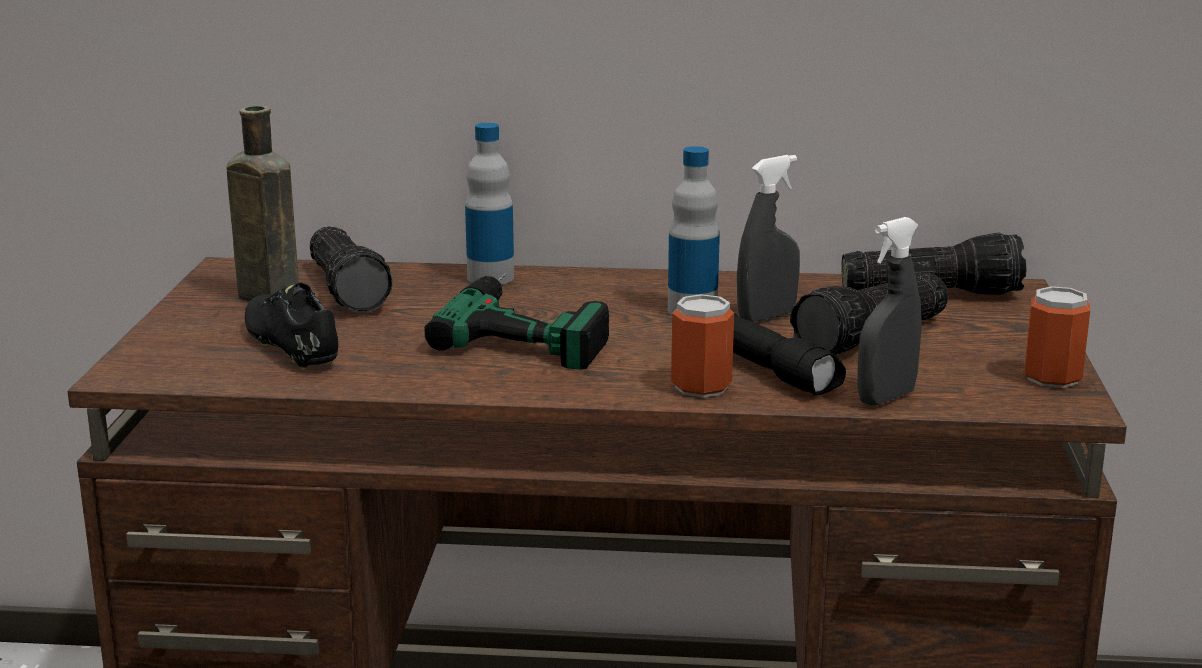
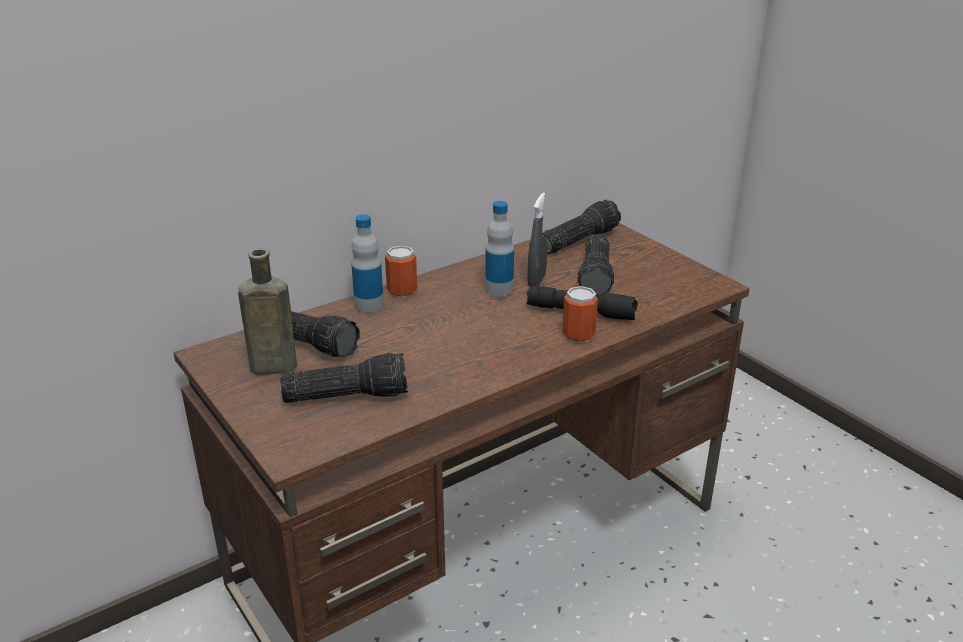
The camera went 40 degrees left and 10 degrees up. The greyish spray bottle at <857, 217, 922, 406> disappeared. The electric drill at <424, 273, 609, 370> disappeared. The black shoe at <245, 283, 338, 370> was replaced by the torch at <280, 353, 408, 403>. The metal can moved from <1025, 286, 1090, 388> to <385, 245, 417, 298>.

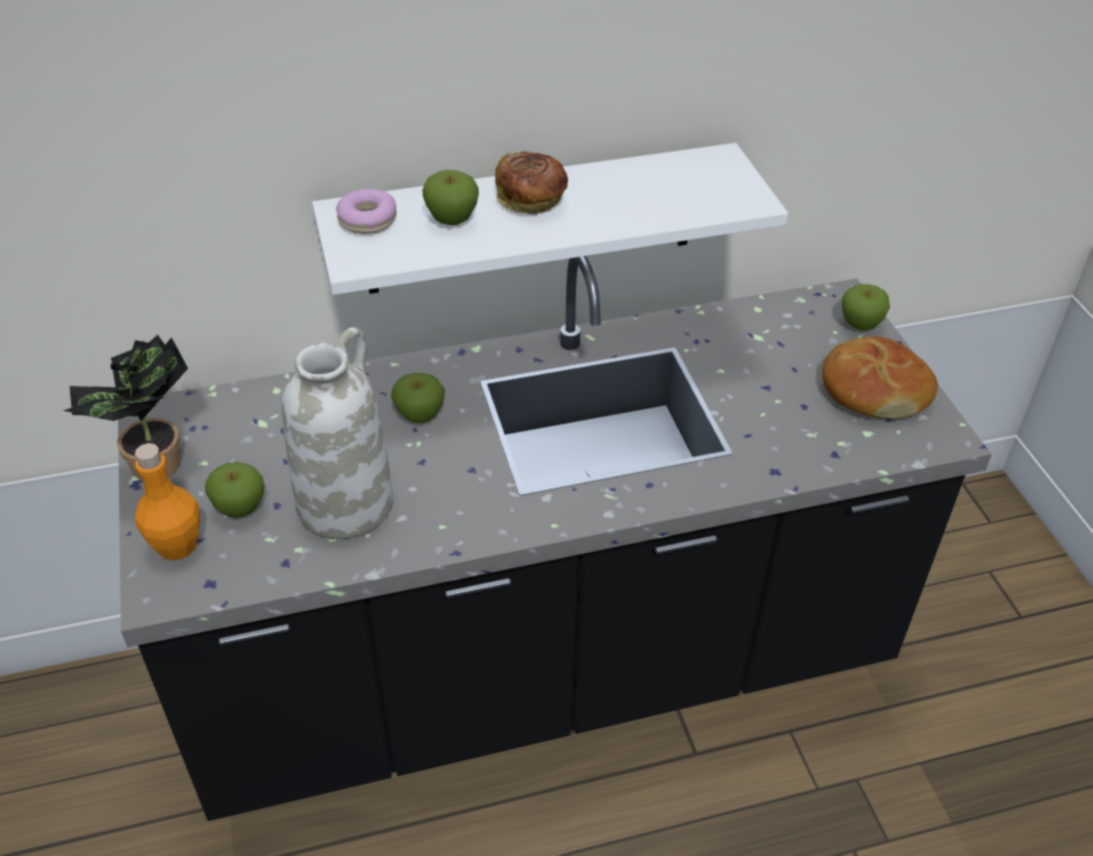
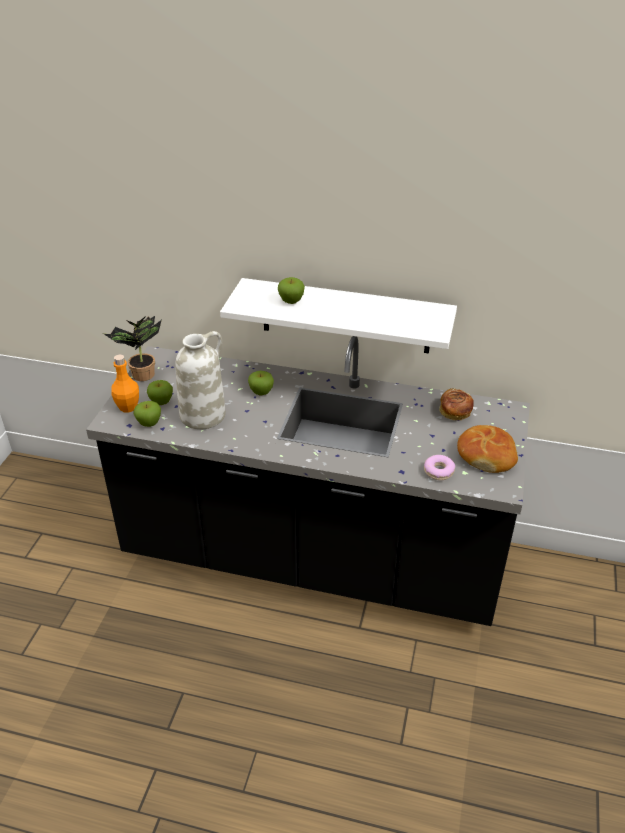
The camera went 30 degrees right and 5 degrees down. The bread moved from <495, 151, 568, 214> to <439, 388, 474, 420>. The doughnut moved from <336, 189, 397, 234> to <424, 455, 455, 480>. The apple fruit moved from <842, 284, 890, 330> to <133, 401, 161, 427>.

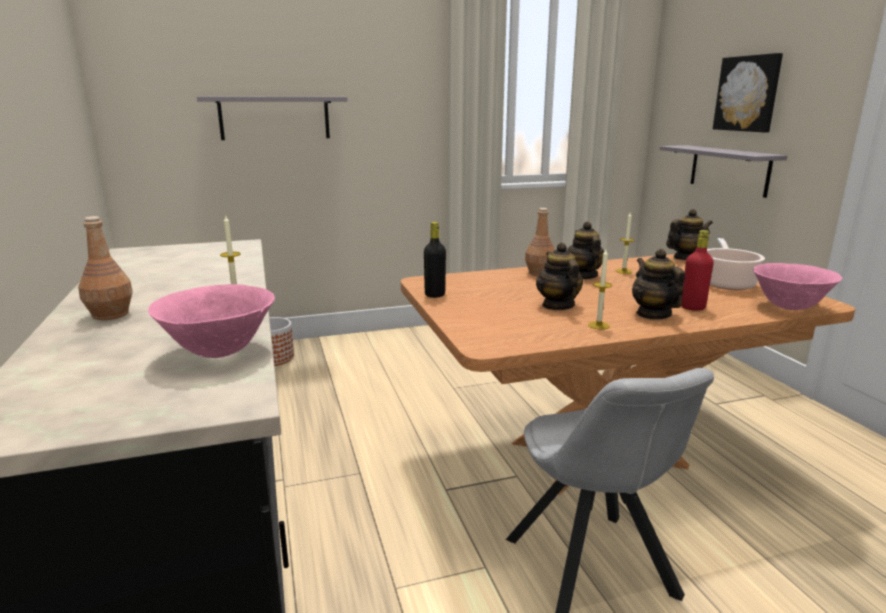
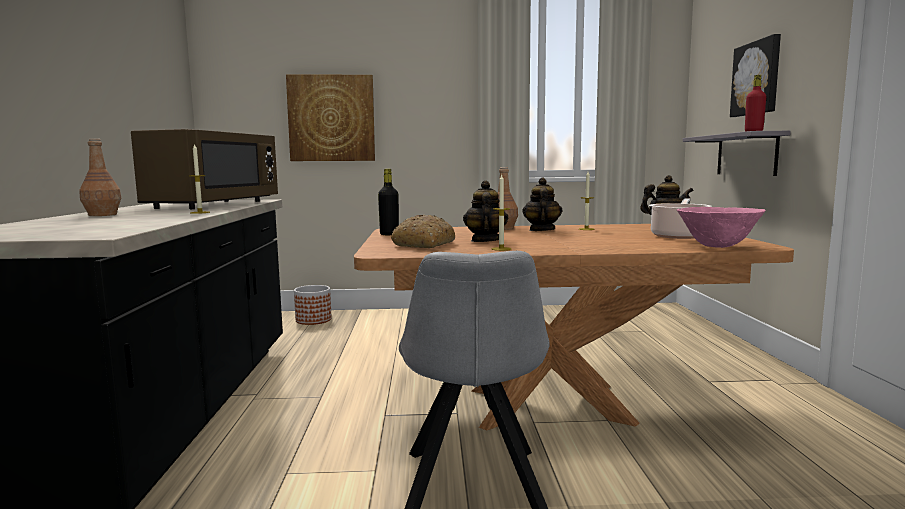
The camera went 15 degrees right and 10 degrees down. The greyish shelf at <197, 96, 347, 140> was replaced by the picture at <286, 75, 375, 161>. The reddish drink bottle moved from <681, 230, 714, 311> to <745, 75, 766, 132>. The pot for tea at <632, 249, 685, 320> disappeared. The pinkish bowl at <148, 284, 275, 358> disappeared. The brown-coloured microwave at <131, 129, 278, 209> appeared. The bread at <391, 215, 455, 248> appeared.

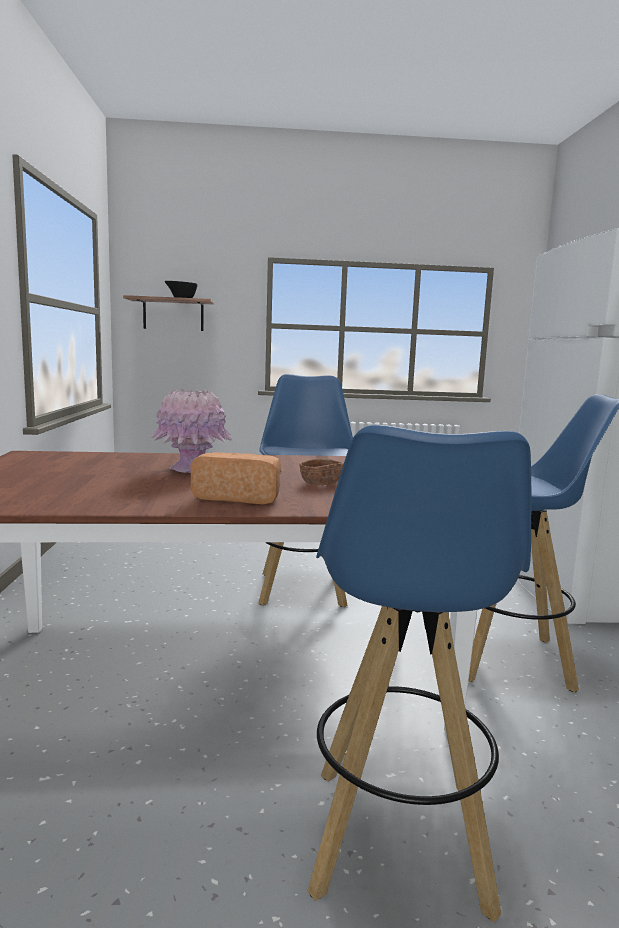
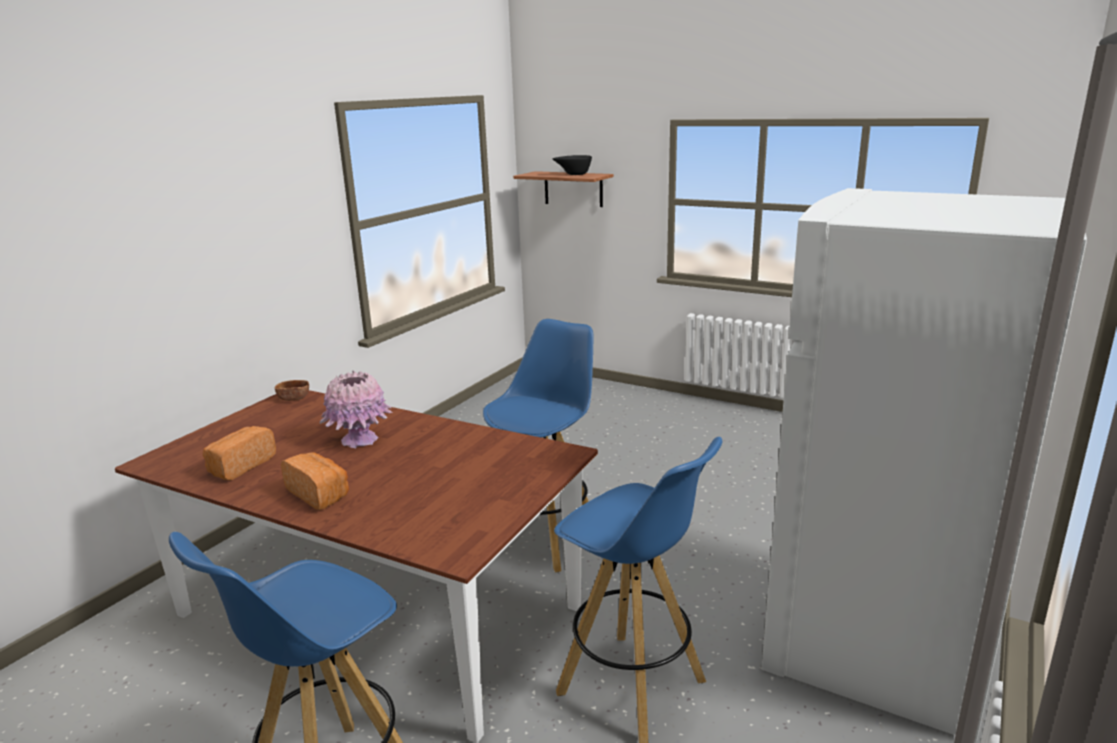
The camera went 35 degrees right and 10 degrees up. The brown-coloured bowl moved from <300, 459, 344, 485> to <275, 380, 309, 401>. The bread at <203, 426, 276, 480> appeared.

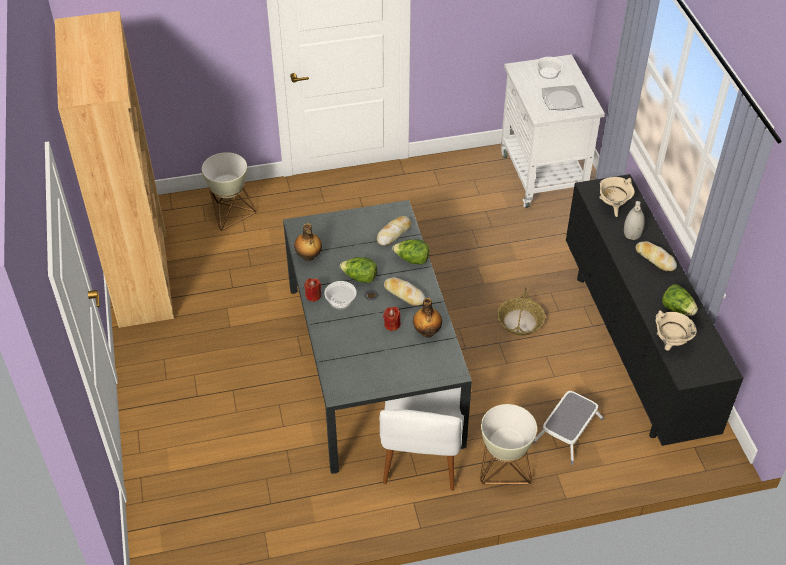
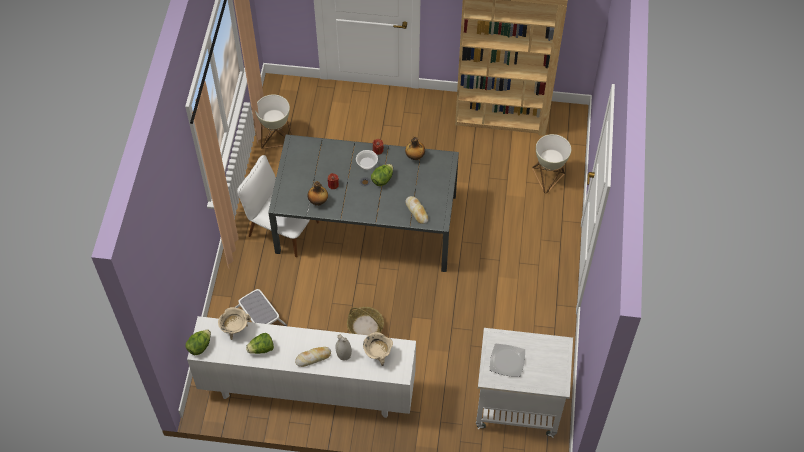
The camera went 110 degrees right and 10 degrees up. The bowl at <536, 57, 563, 79> disappeared. The black cupboard at <566, 174, 743, 446> became the whitish cupboard at <187, 316, 416, 418>. The head of lettuce moved from <392, 239, 430, 265> to <186, 330, 211, 355>. The bread at <384, 277, 425, 306> disappeared. The planter moved from <480, 404, 537, 484> to <255, 95, 292, 149>.

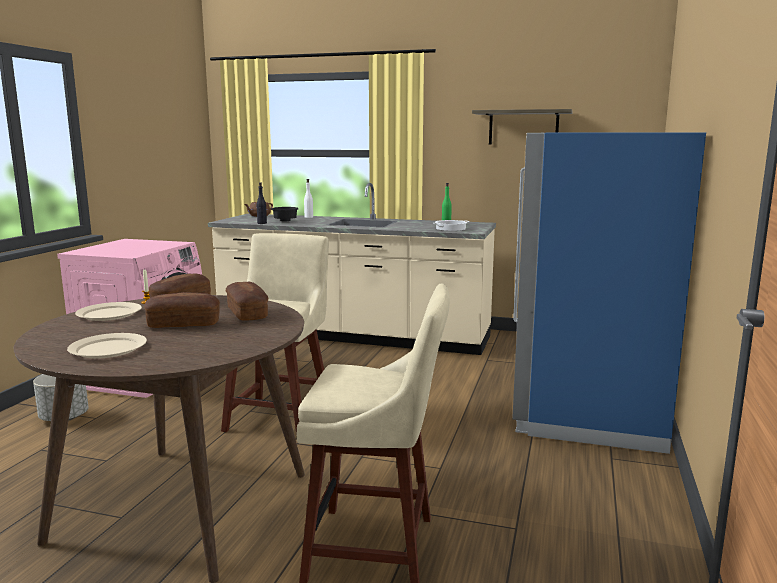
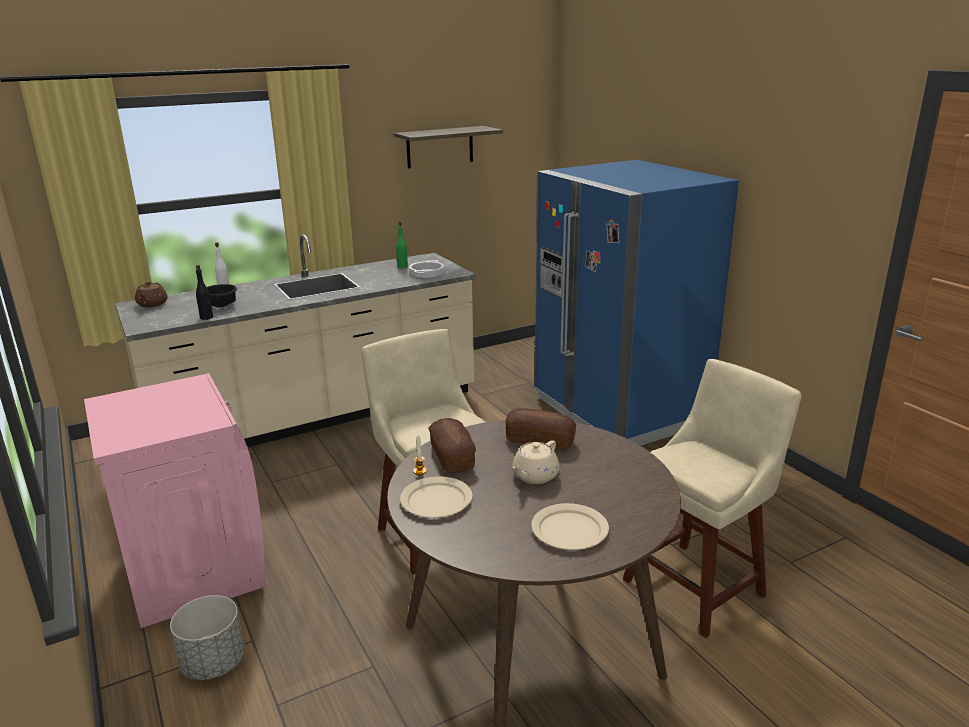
The camera went 45 degrees left and 10 degrees up. The bread at <144, 292, 220, 328> was replaced by the beige pot for tea at <512, 440, 559, 484>.

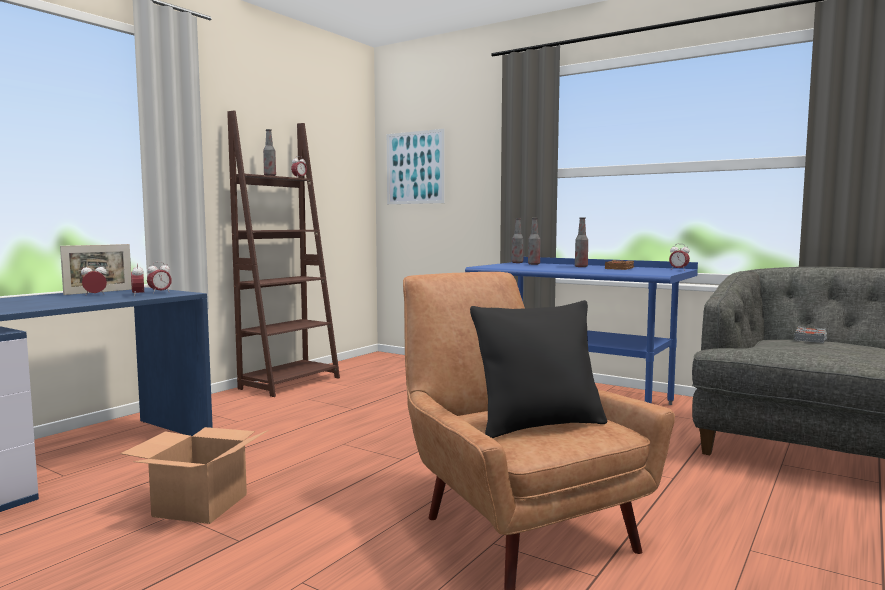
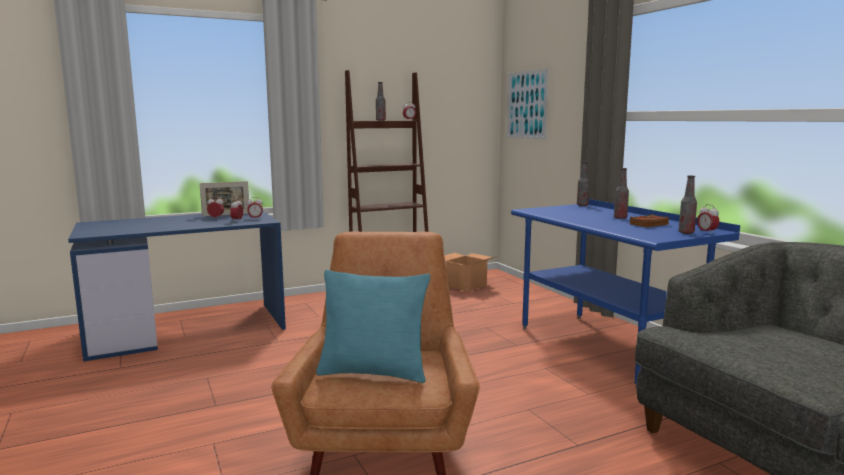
The camera went 30 degrees right and 5 degrees up. The drink bottle moved from <528, 218, 540, 265> to <678, 176, 697, 234>. The black cushion at <470, 300, 607, 438> became the turquoise cushion at <316, 270, 430, 383>. The greyish volume at <794, 327, 827, 343> disappeared. The packing box moved from <120, 427, 268, 524> to <444, 253, 497, 292>.

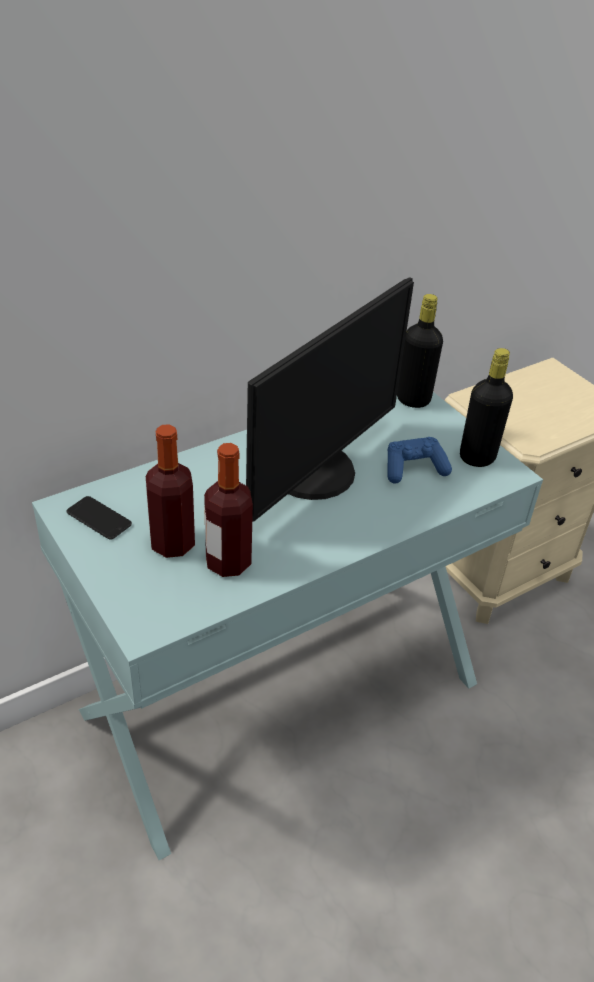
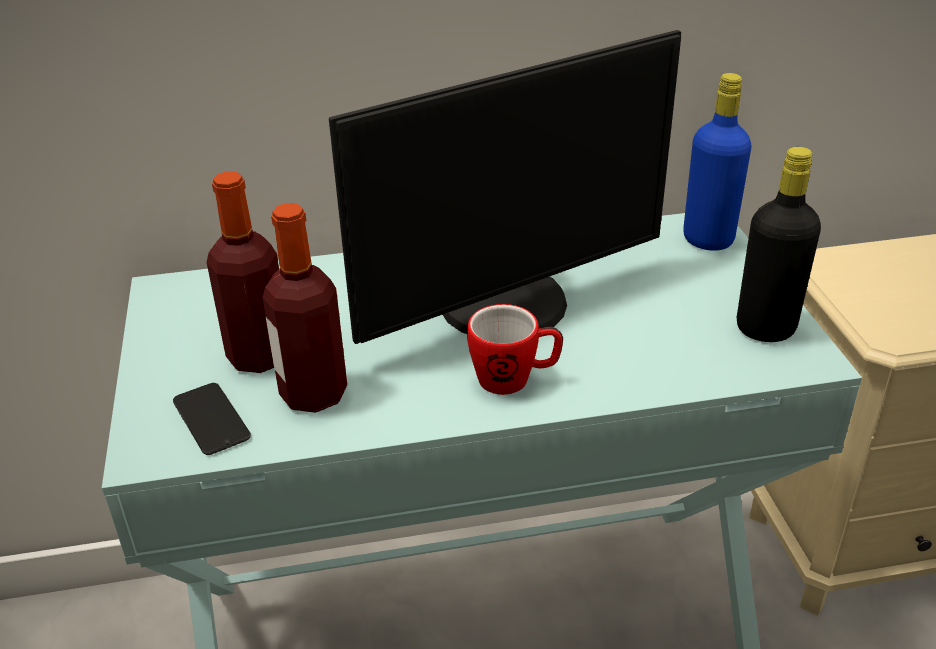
The camera went 25 degrees right and 5 degrees down. The black drink bottle at <397, 294, 443, 408> became the blue drink bottle at <683, 73, 751, 251>. The blue gamepad at <388, 437, 452, 484> disappeared. The phone moved from <67, 496, 132, 540> to <173, 383, 251, 455>. The mug at <467, 304, 563, 395> appeared.

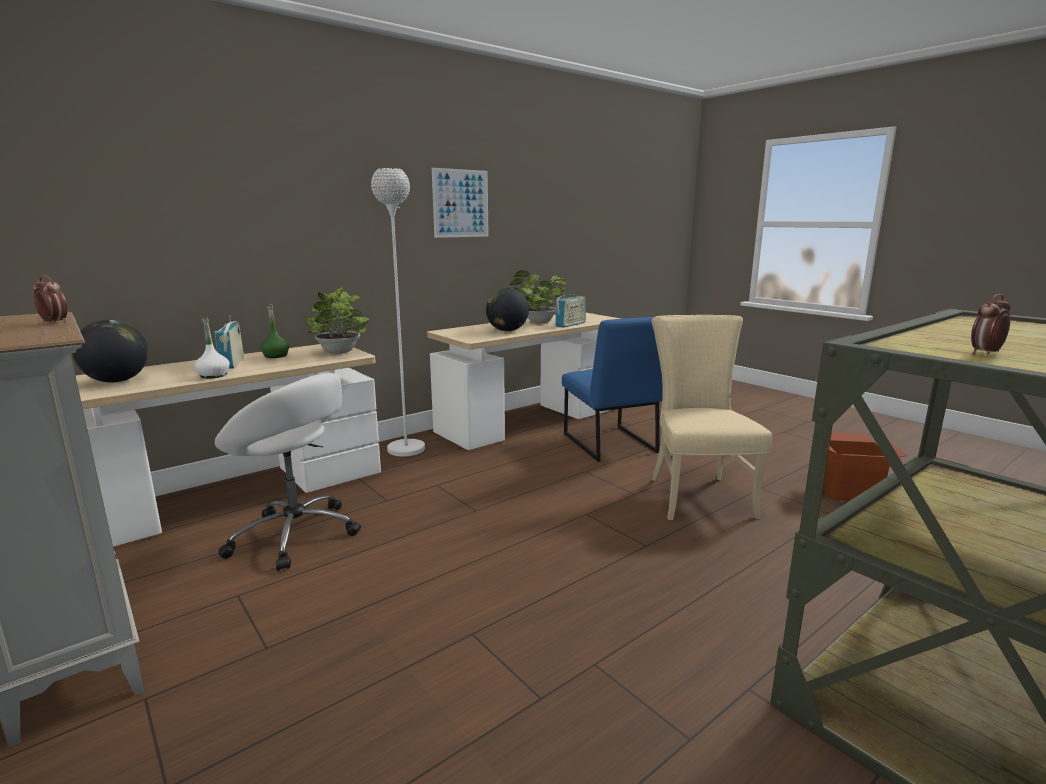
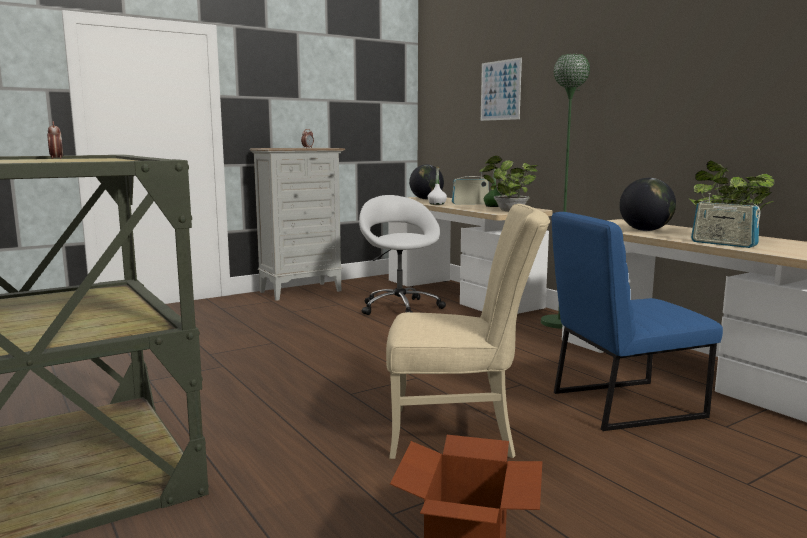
The camera went 95 degrees right and 5 degrees down. The whitish standard lamp at <371, 168, 425, 456> became the greenish standard lamp at <541, 54, 590, 329>. The picture moved from <432, 168, 489, 238> to <481, 58, 522, 121>. The whitish computer chair at <215, 373, 361, 571> turned 120 degrees clockwise.

